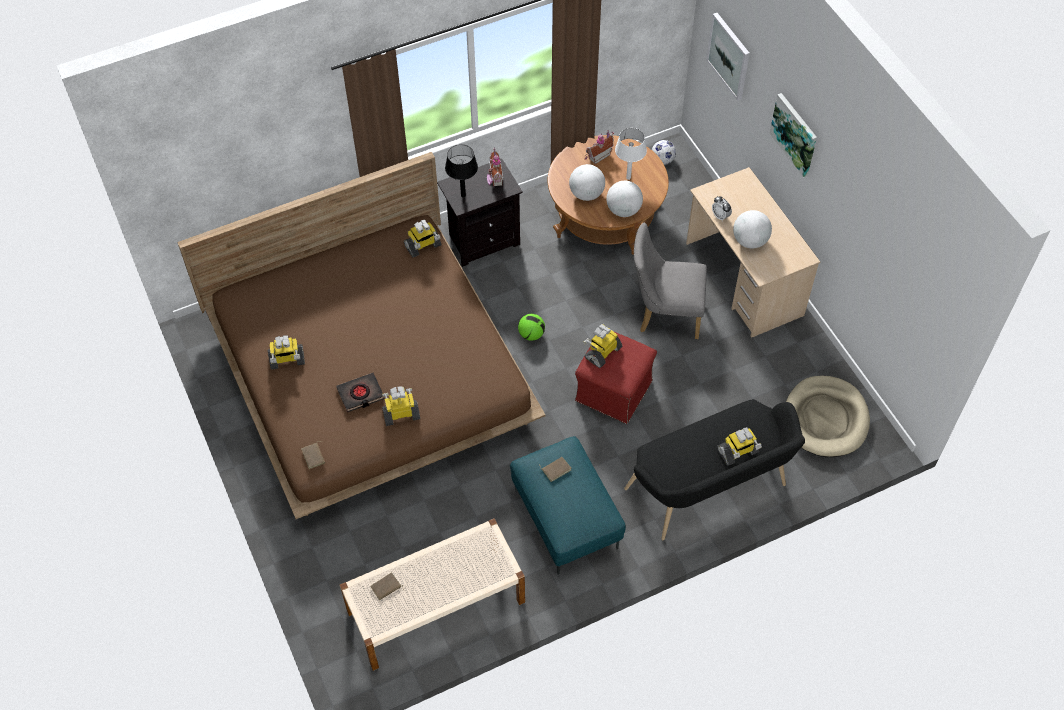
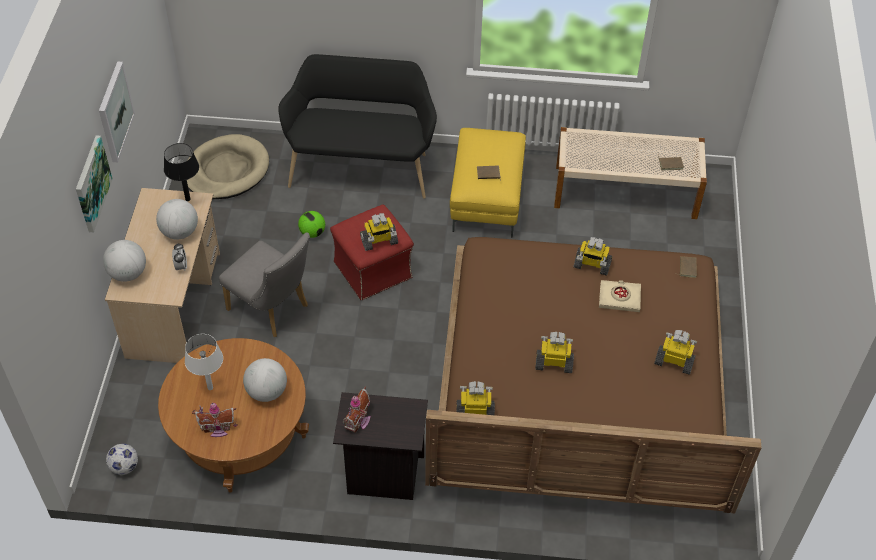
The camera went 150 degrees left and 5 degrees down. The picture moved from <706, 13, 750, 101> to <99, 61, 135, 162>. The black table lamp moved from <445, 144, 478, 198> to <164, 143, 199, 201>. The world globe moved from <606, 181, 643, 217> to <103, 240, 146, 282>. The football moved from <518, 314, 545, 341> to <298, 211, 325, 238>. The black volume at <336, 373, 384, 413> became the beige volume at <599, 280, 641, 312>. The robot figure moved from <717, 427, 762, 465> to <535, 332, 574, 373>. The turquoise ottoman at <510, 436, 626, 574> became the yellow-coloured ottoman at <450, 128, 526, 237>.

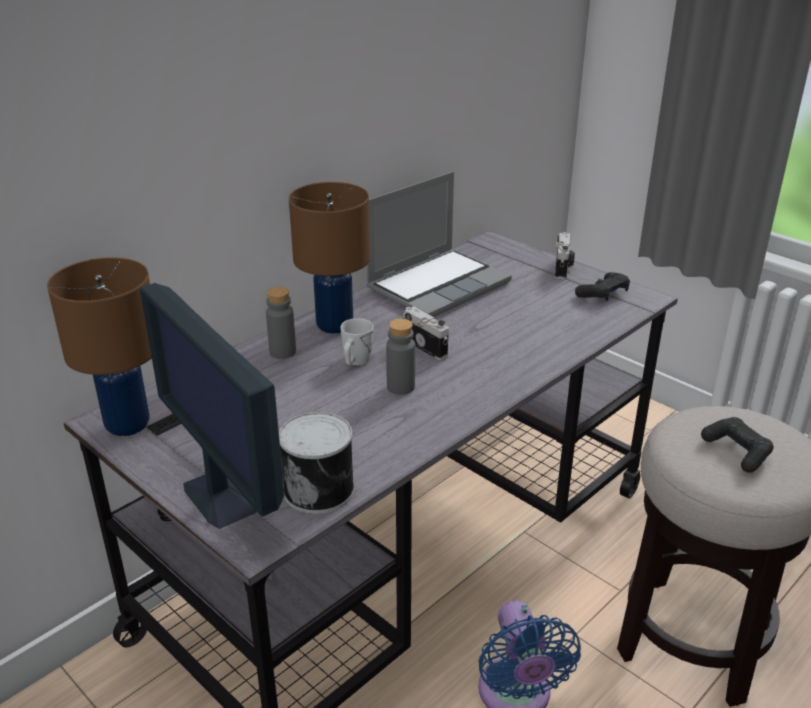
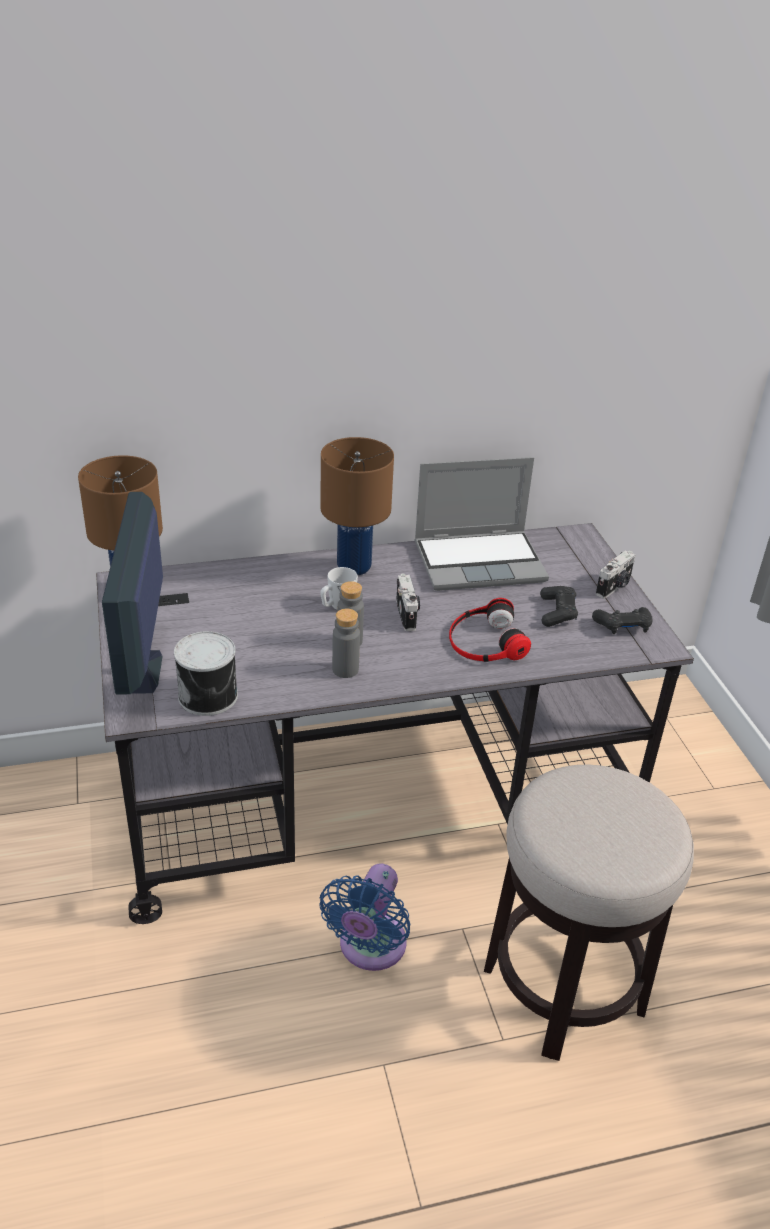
The camera went 30 degrees right and 5 degrees up. The greyish drink bottle moved from <266, 287, 296, 359> to <332, 609, 360, 678>. The black gamepad moved from <701, 417, 774, 473> to <540, 586, 578, 627>. The pair of headphones at <449, 598, 531, 662> appeared.

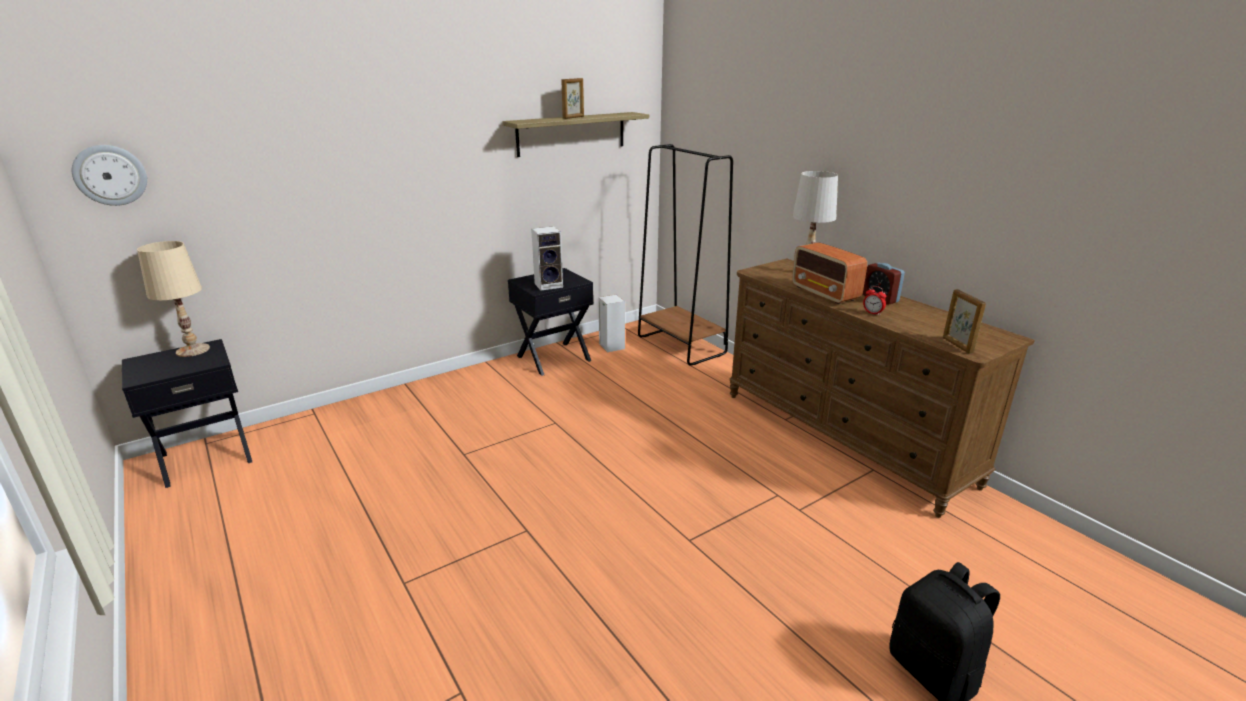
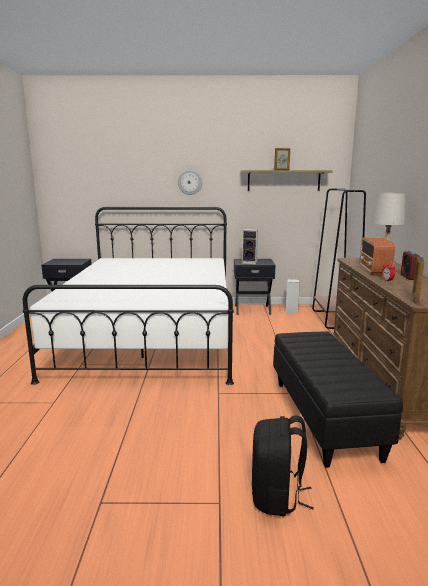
The camera went 35 degrees right and 10 degrees down. The clock on the wall moved from <72, 145, 147, 206> to <178, 170, 202, 195>. The beige table lamp at <137, 241, 210, 357> disappeared. The whitish bedroom bed at <23, 207, 234, 385> appeared. The black ottoman at <273, 332, 403, 468> appeared.

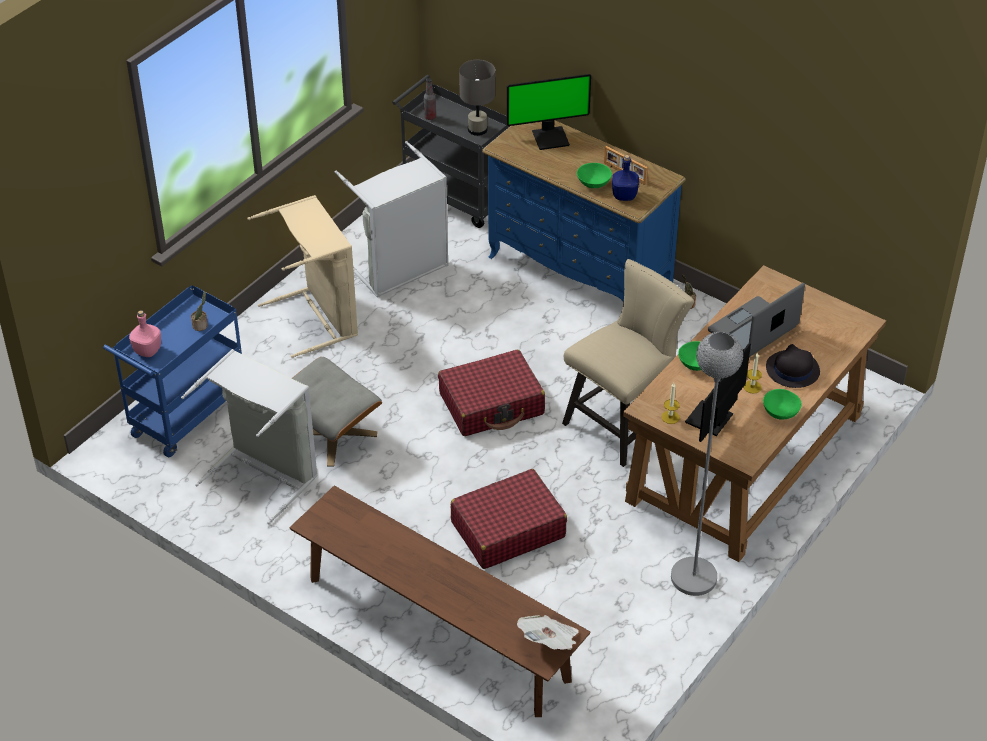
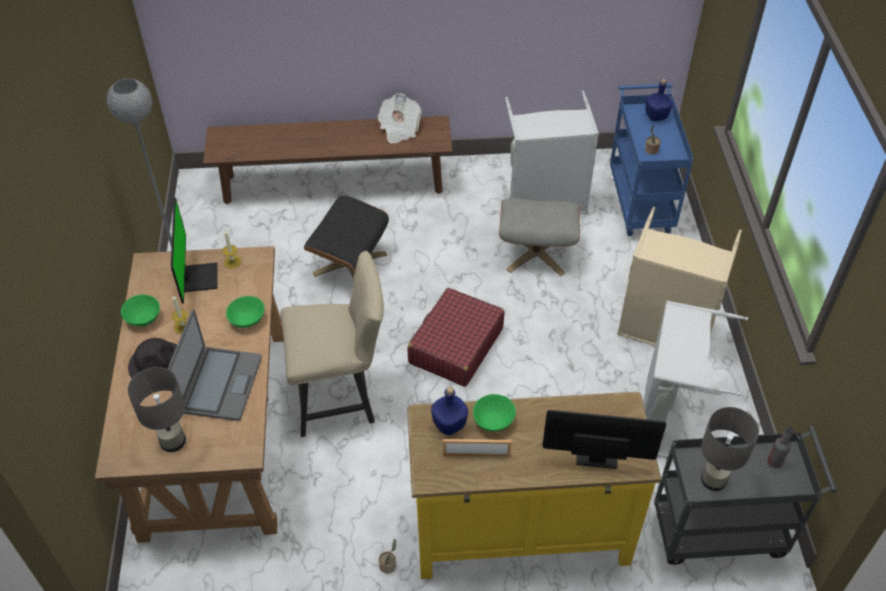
The camera went 140 degrees right and 5 degrees up. The monitor at <507, 74, 591, 150> turned 60 degrees clockwise. The blue chest of drawers at <482, 120, 686, 302> became the yellow-coloured chest of drawers at <407, 392, 662, 579>. The beige upright chair at <562, 259, 694, 467> turned 105 degrees counterclockwise. The pinkish drink bottle at <129, 310, 161, 357> became the blue drink bottle at <645, 79, 672, 121>. The reddish suitcase at <451, 469, 567, 569> was replaced by the black ottoman at <304, 195, 389, 279>. The printed paper moved from <517, 615, 579, 650> to <377, 93, 422, 144>. The greyish table lamp at <128, 367, 186, 452> appeared.

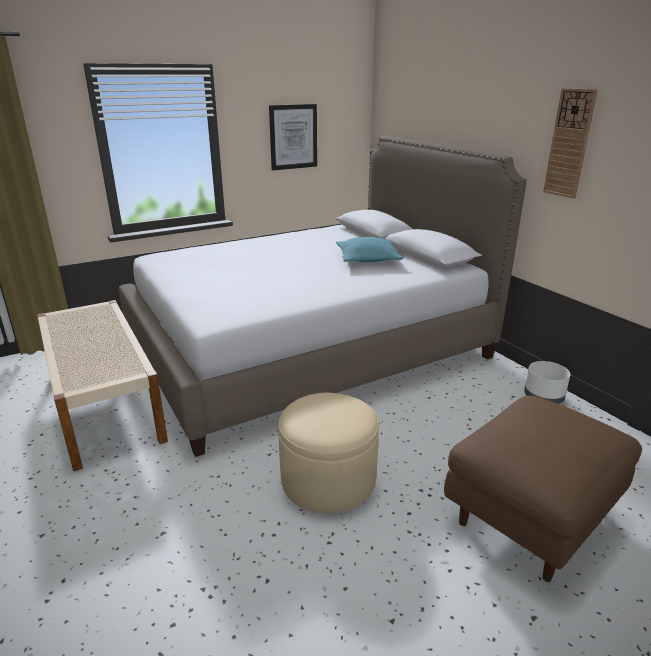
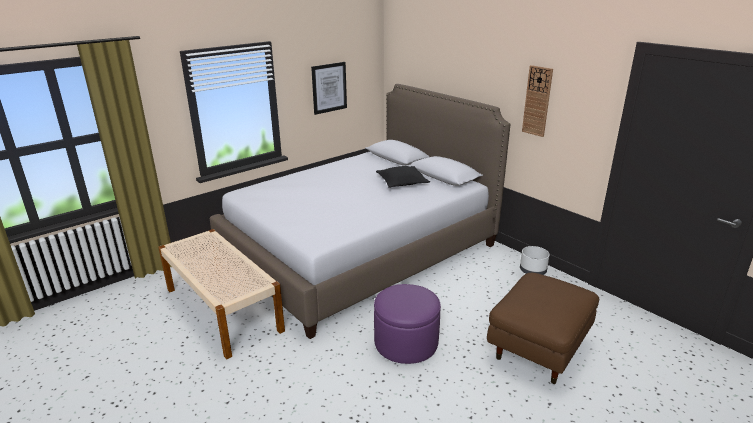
The camera went 10 degrees left and 0 degrees up. The turquoise cushion at <336, 237, 404, 262> became the black cushion at <376, 166, 430, 188>. The beige ottoman at <278, 393, 379, 513> became the purplish ottoman at <374, 284, 441, 364>.

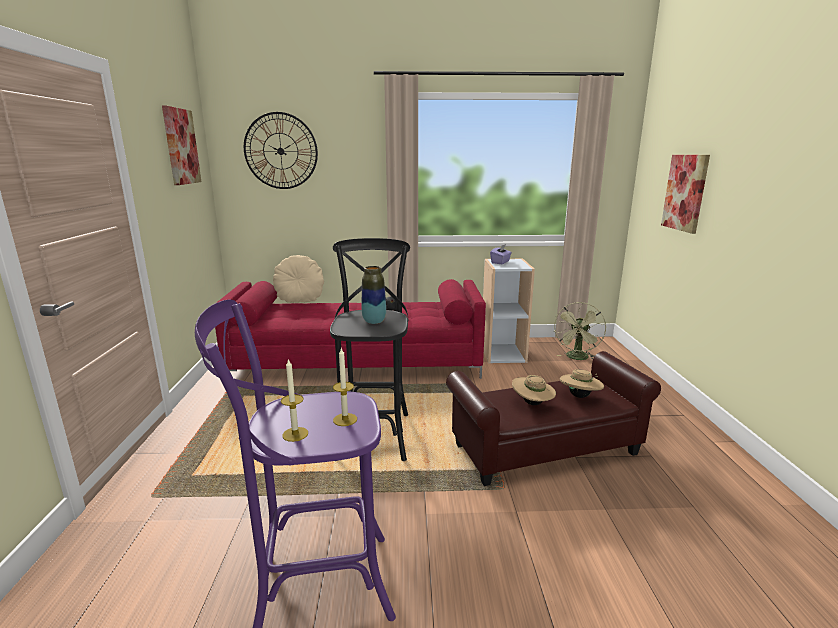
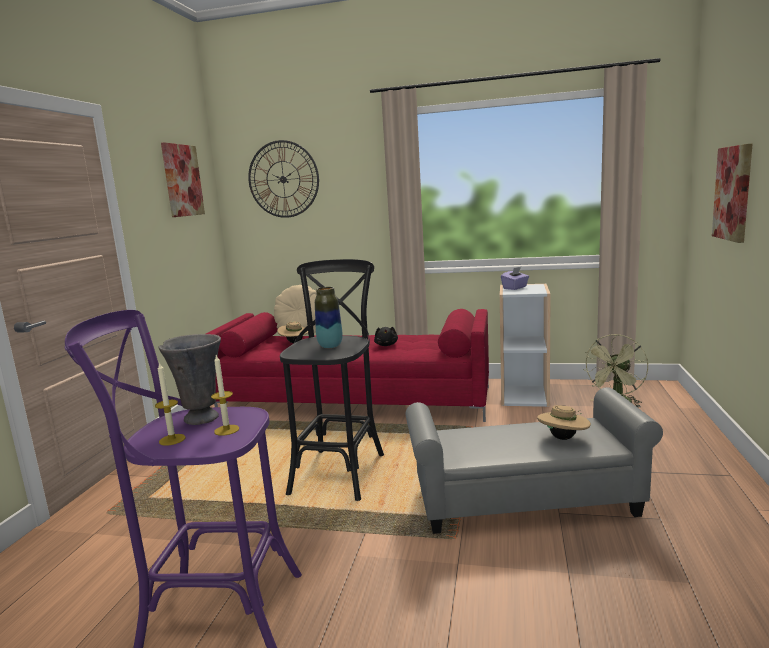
The camera went 15 degrees right and 5 degrees down. The brown-coloured ottoman at <446, 351, 661, 486> became the greyish ottoman at <406, 387, 663, 534>. The beige wearable hat moved from <512, 375, 556, 405> to <277, 322, 308, 343>. The greyish decorative vase at <158, 334, 221, 425> appeared.

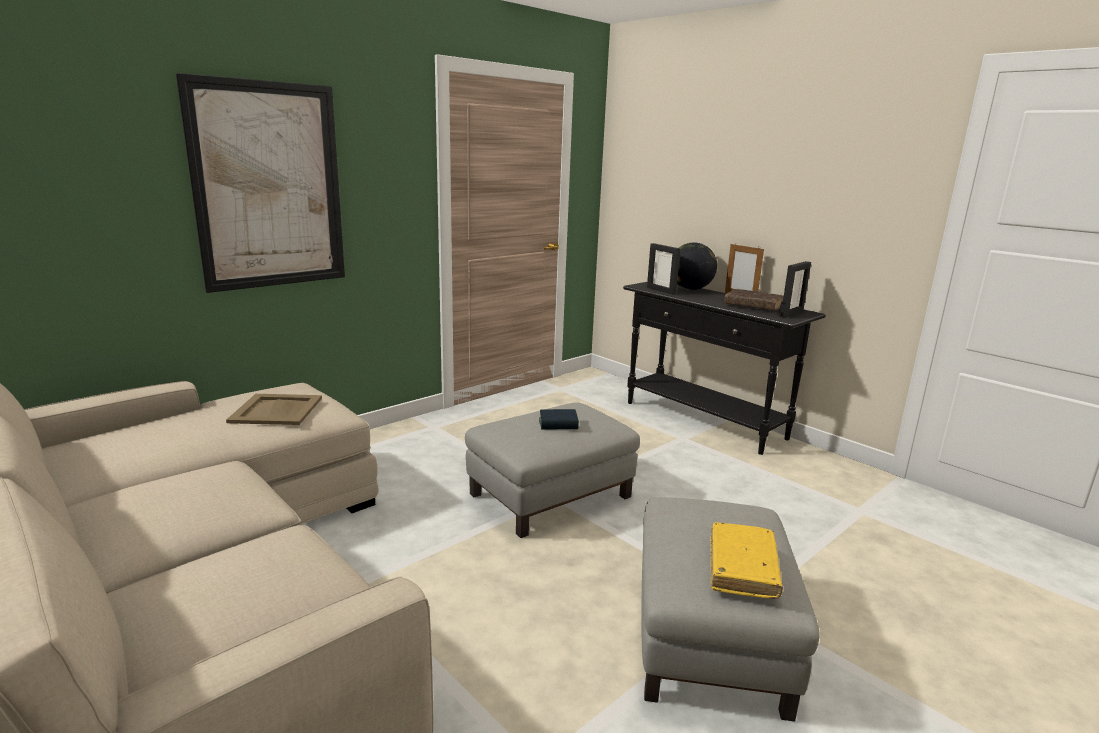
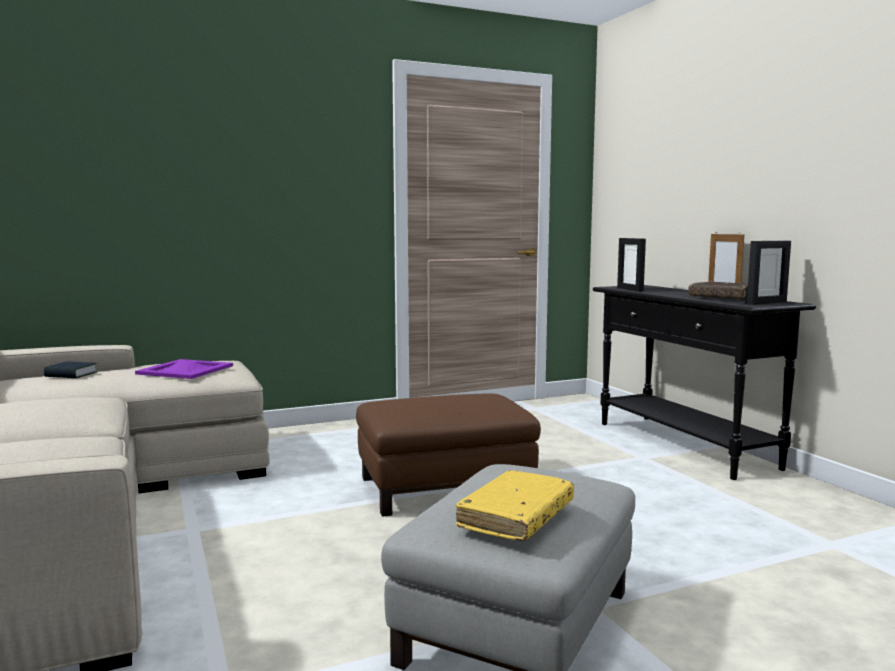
The camera went 20 degrees right and 10 degrees down. The picture at <176, 73, 345, 293> disappeared. The world globe at <677, 242, 717, 290> disappeared. The beige serving tray at <226, 394, 322, 425> became the purplish serving tray at <135, 359, 233, 379>. The greyish ottoman at <465, 402, 640, 538> became the brown-coloured ottoman at <356, 393, 541, 517>. The volume moved from <539, 409, 579, 430> to <43, 361, 97, 378>.

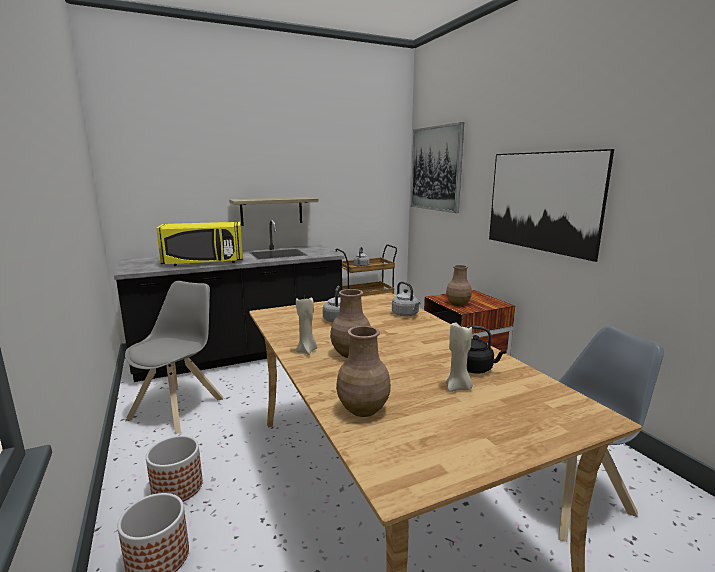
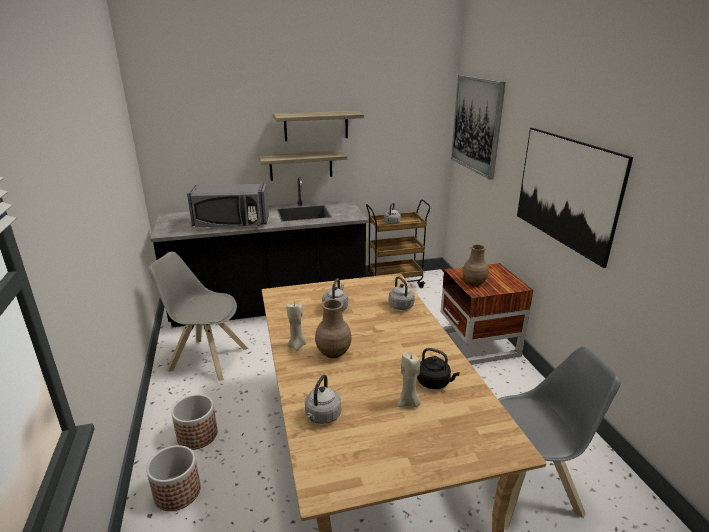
The camera went 10 degrees right and 10 degrees up. The yellow-coloured microwave at <156, 222, 243, 266> became the greyish microwave at <187, 184, 269, 228>. The greyish upright chair at <125, 281, 223, 434> turned 105 degrees counterclockwise. The brown-coloured decorative vase at <336, 326, 391, 417> was replaced by the greyish tea kettle at <305, 375, 341, 424>. The shelf at <273, 111, 364, 141> appeared.

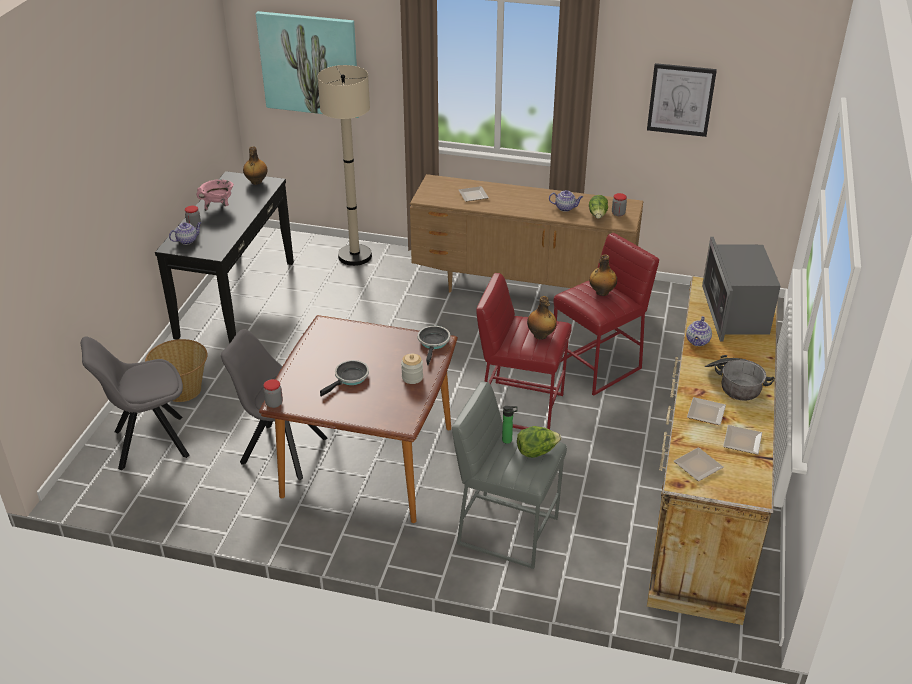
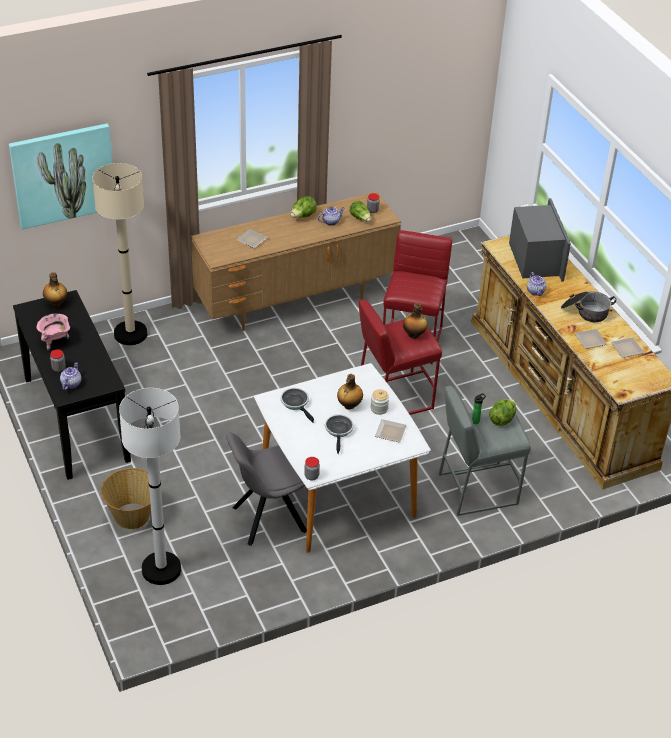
The camera went 40 degrees left and 5 degrees up. The picture at <647, 63, 717, 137> disappeared. The microwave at <702, 237, 781, 341> turned 150 degrees counterclockwise. The drink bottle moved from <589, 254, 617, 296> to <337, 374, 363, 409>. The brown-coloured dinner table at <259, 315, 458, 523> became the whitish dinner table at <254, 363, 431, 553>. The pan moved from <418, 326, 450, 365> to <281, 388, 314, 423>. The greyish upright chair at <81, 336, 189, 470> was replaced by the whitish standard lamp at <119, 388, 181, 585>. The dinner plate moved from <674, 447, 723, 481> to <375, 419, 407, 443>. The head of lettuce at <291, 196, 317, 218> appeared.

